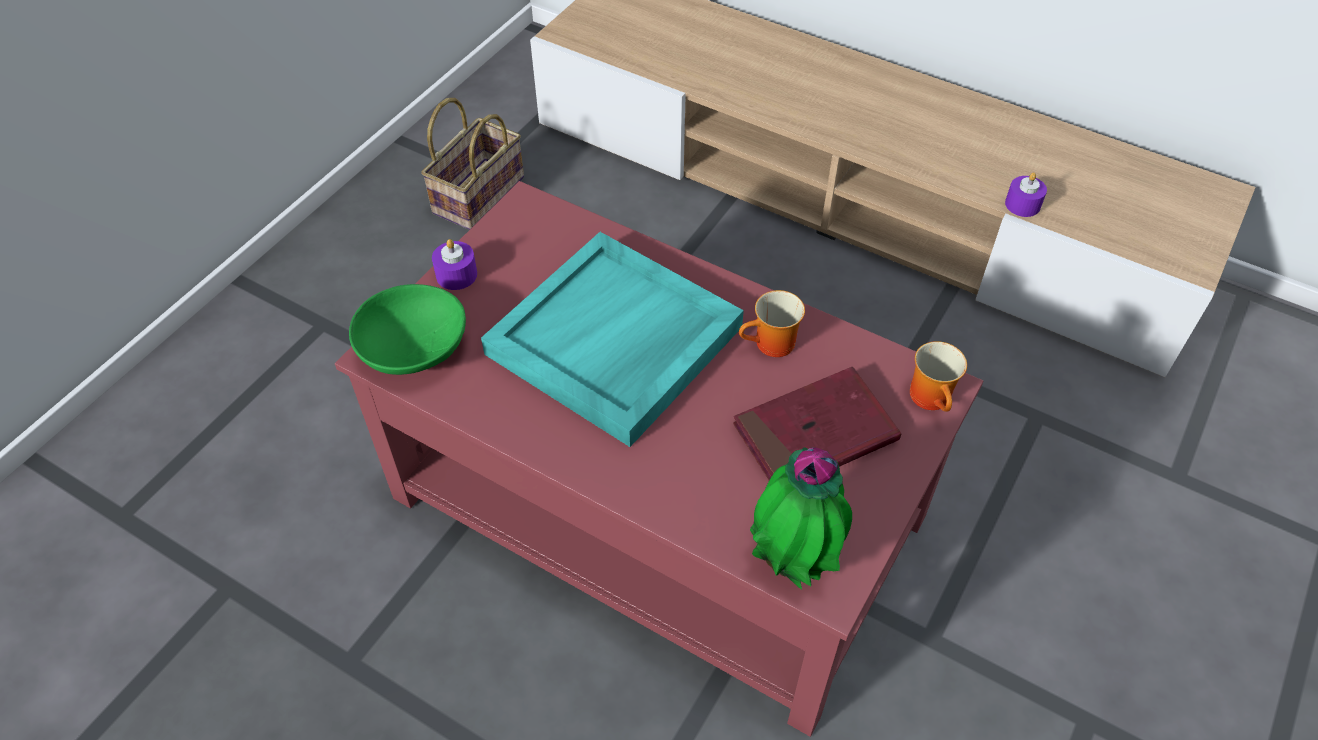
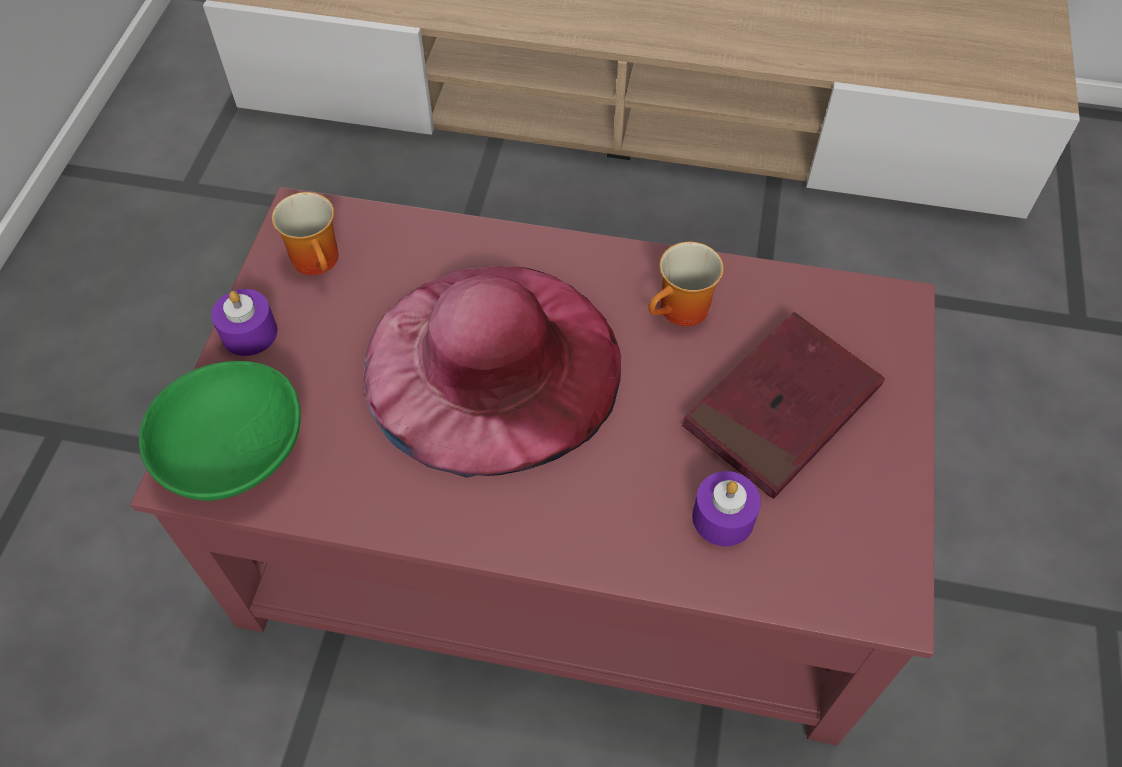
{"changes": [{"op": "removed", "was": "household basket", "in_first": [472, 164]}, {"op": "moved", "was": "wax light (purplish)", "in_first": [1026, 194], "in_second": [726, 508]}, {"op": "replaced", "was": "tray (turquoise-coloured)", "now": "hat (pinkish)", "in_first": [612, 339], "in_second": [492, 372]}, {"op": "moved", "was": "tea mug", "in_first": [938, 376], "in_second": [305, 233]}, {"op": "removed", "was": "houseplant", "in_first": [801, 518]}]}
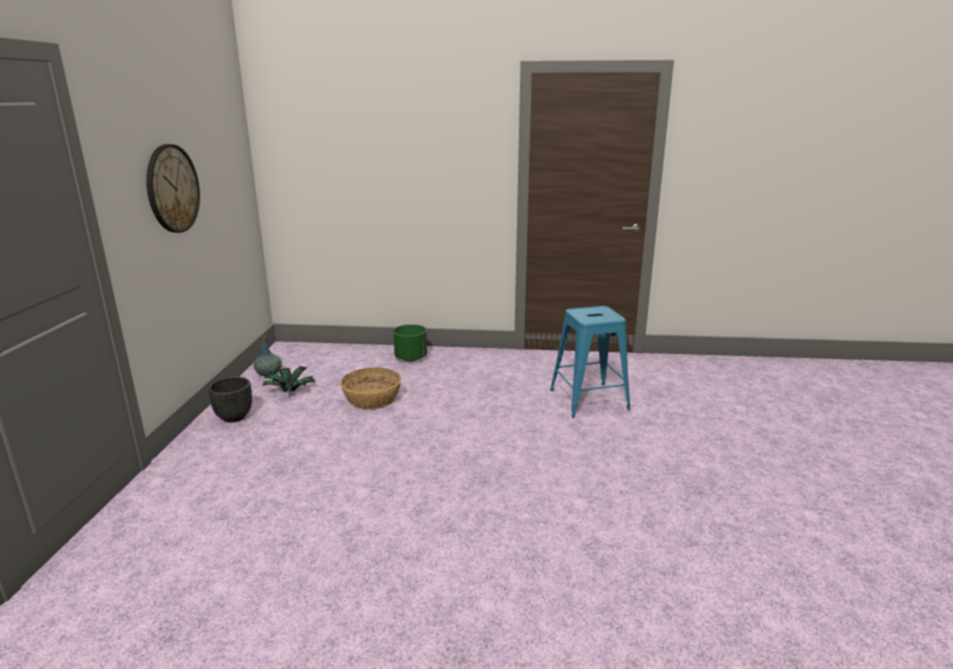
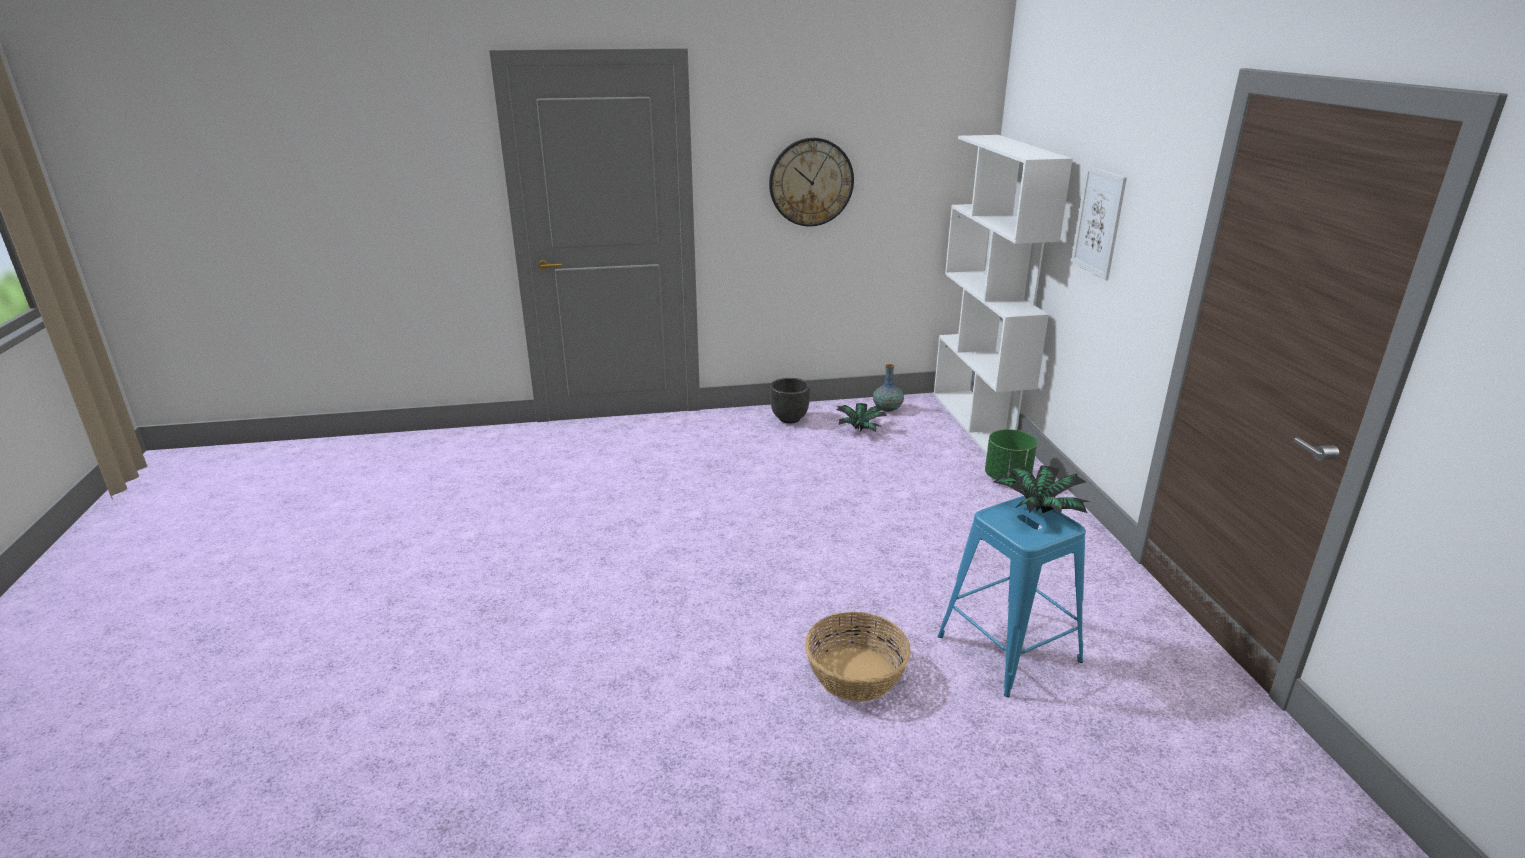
{"changes": [{"op": "moved", "was": "household basket", "in_first": [370, 389], "in_second": [858, 657]}, {"op": "added", "now": "bookcase (white)", "in_second": [1003, 295]}, {"op": "added", "now": "picture", "in_second": [1099, 223]}, {"op": "added", "now": "houseplant", "in_second": [1042, 489]}]}
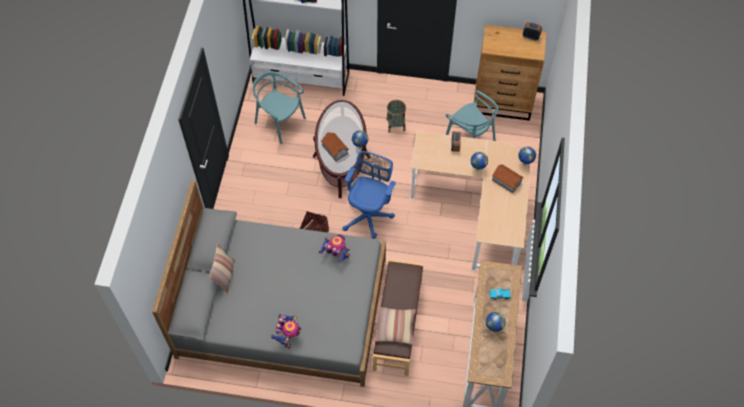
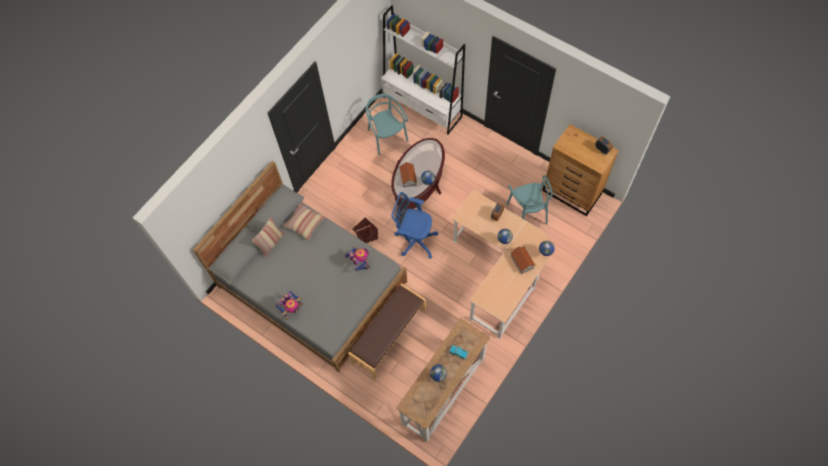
{"changes": [{"op": "removed", "was": "household basket", "in_first": [396, 116]}, {"op": "turned", "was": "computer chair (bluish)", "in_first": [369, 195], "in_second": [414, 225], "clockwise": -120}, {"op": "moved", "was": "pillow", "in_first": [395, 326], "in_second": [304, 221]}]}
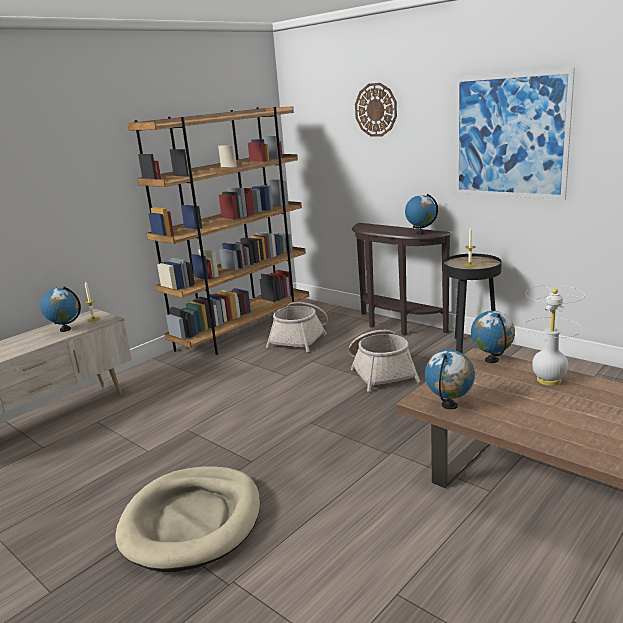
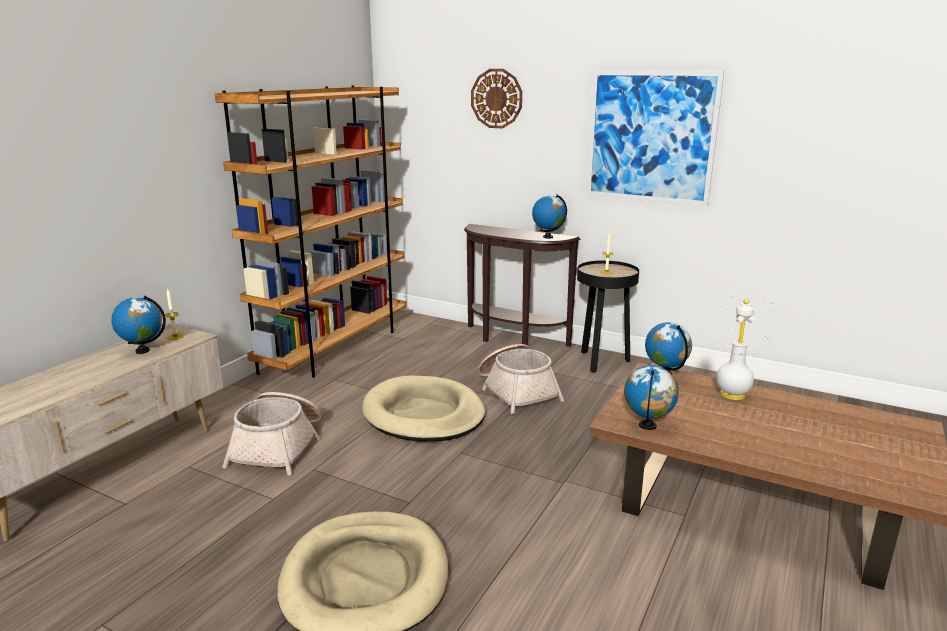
{"changes": [{"op": "moved", "was": "household basket", "in_first": [297, 327], "in_second": [271, 433]}, {"op": "added", "now": "dog bed (beige-coloured)", "in_second": [423, 408]}]}
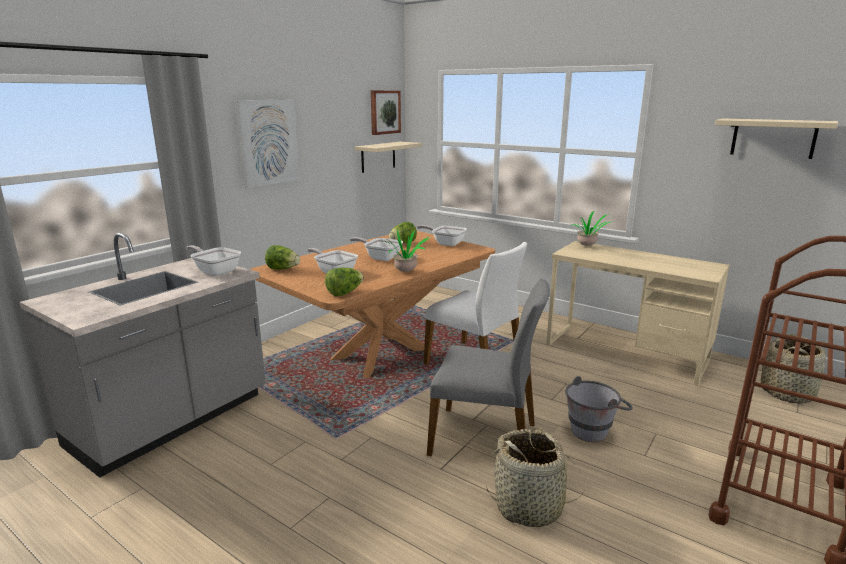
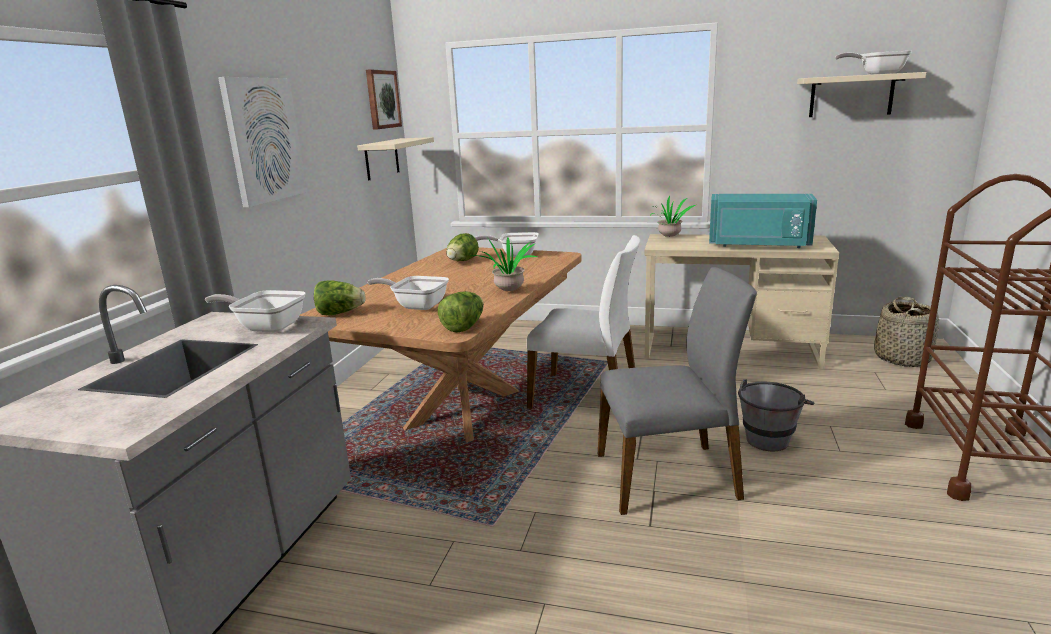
{"changes": [{"op": "moved", "was": "frying pan", "in_first": [376, 249], "in_second": [873, 62]}, {"op": "removed", "was": "household basket", "in_first": [535, 477]}, {"op": "added", "now": "microwave (turquoise-coloured)", "in_second": [763, 221]}]}
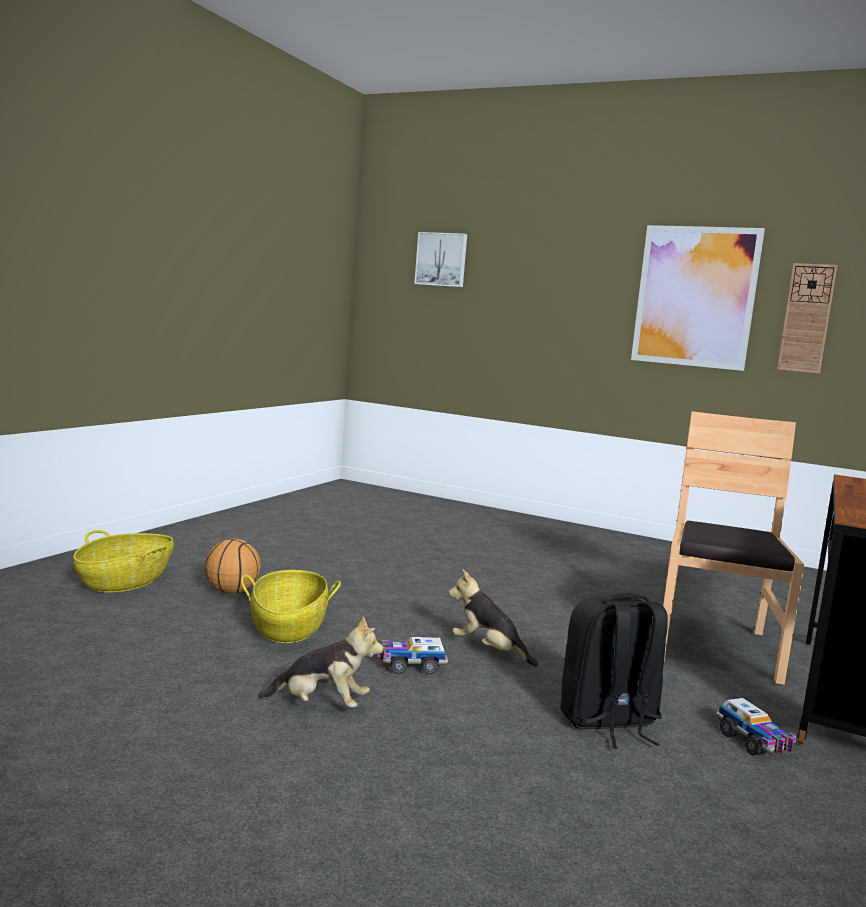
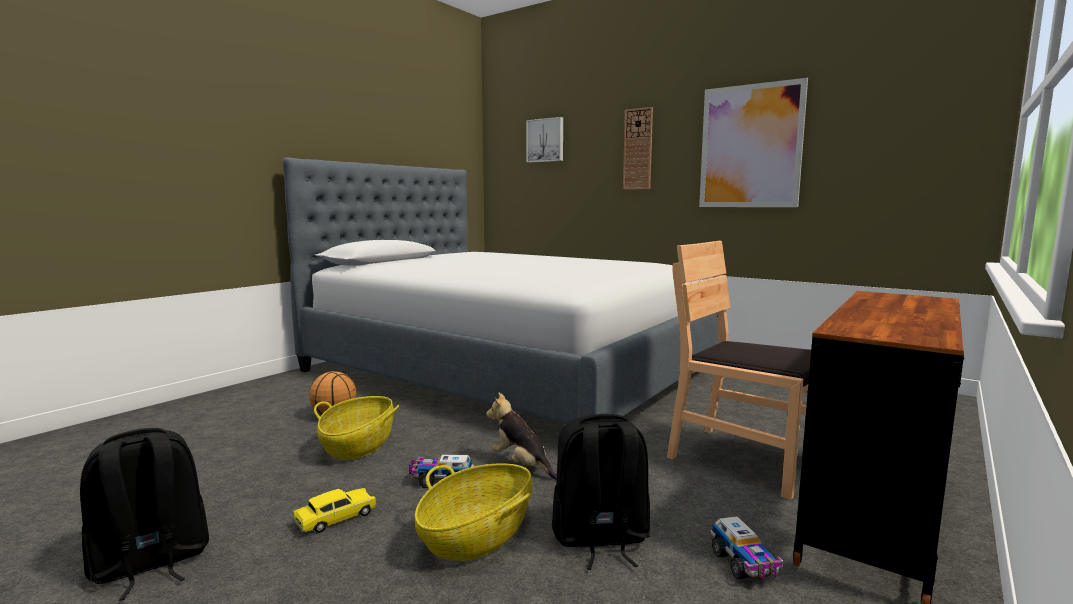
{"changes": [{"op": "moved", "was": "clock on the wall", "in_first": [807, 318], "in_second": [638, 148]}, {"op": "turned", "was": "plain chair (brownish)", "in_first": [733, 548], "in_second": [739, 370], "clockwise": -75}, {"op": "moved", "was": "household basket", "in_first": [123, 561], "in_second": [473, 512]}, {"op": "replaced", "was": "cuddly toy", "now": "miniature car (yellow)", "in_first": [320, 662], "in_second": [335, 510]}, {"op": "added", "now": "bed", "in_second": [500, 291]}, {"op": "added", "now": "knapsack (blackish)", "in_second": [144, 514]}]}
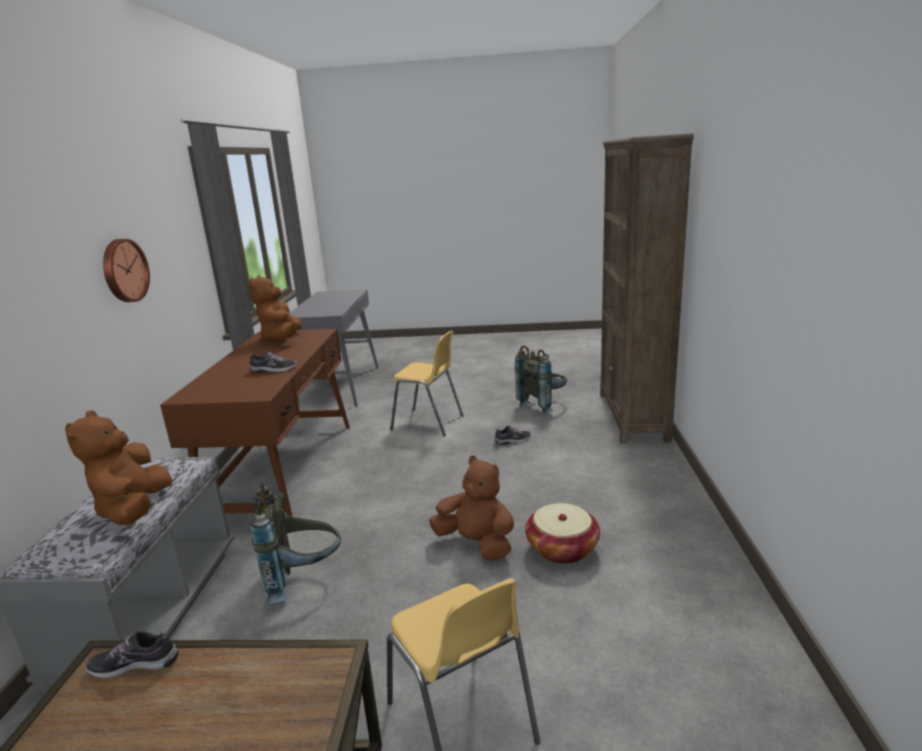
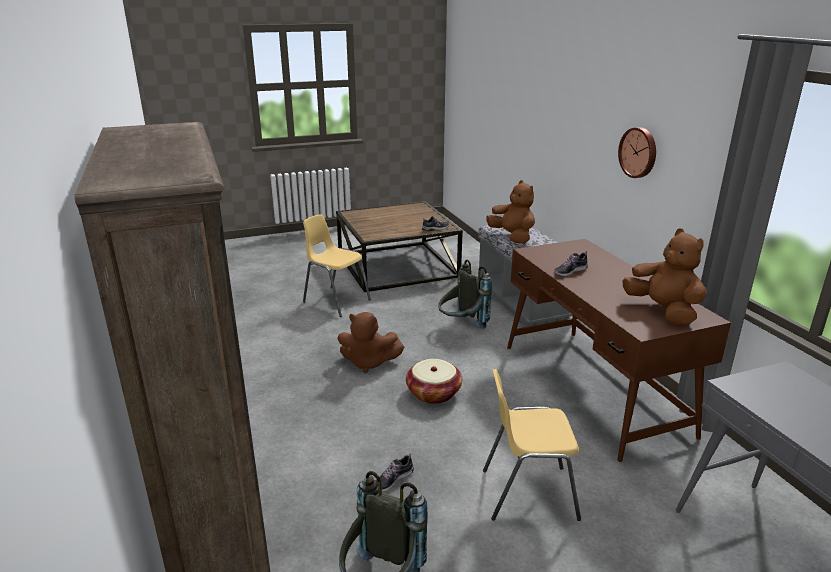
{"changes": [{"op": "moved", "was": "household basket", "in_first": [562, 533], "in_second": [434, 381]}]}
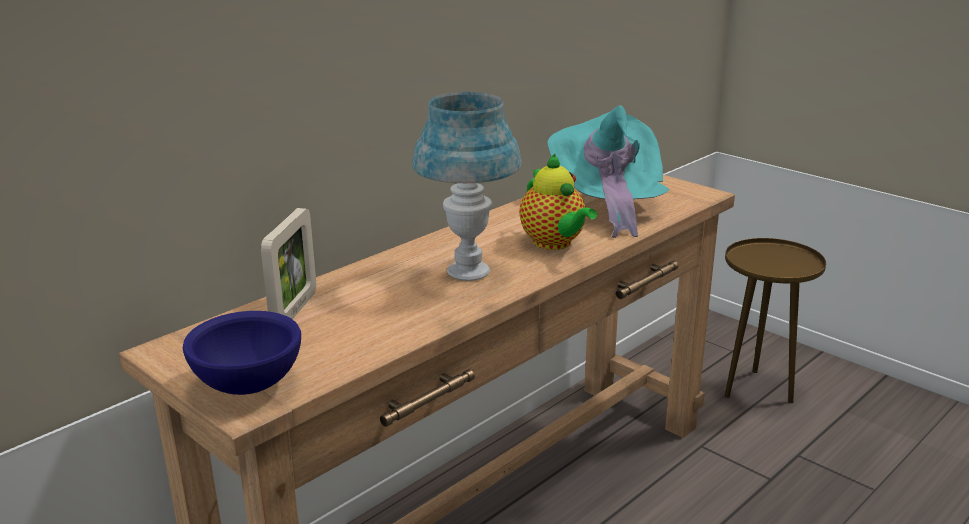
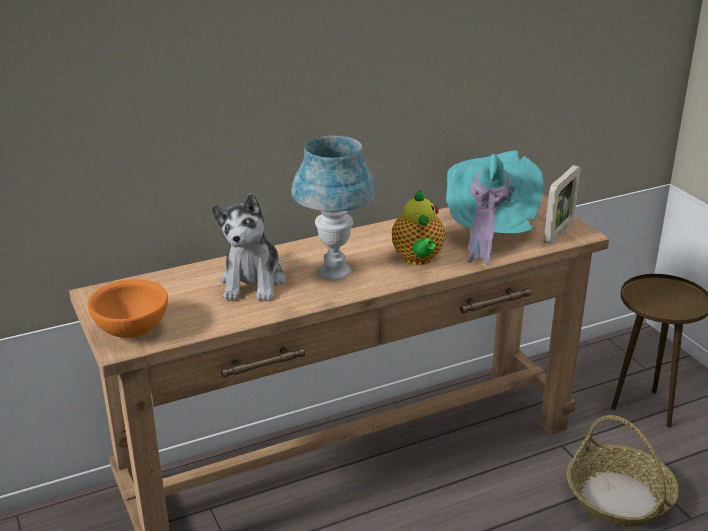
{"changes": [{"op": "moved", "was": "photo frame", "in_first": [288, 263], "in_second": [562, 205]}, {"op": "recoloured", "was": "serving bowl (bluish)", "now": "serving bowl (orange-coloured)", "in_first": [242, 353], "in_second": [127, 308]}, {"op": "added", "now": "cuddly toy", "in_second": [249, 247]}, {"op": "added", "now": "household basket", "in_second": [623, 471]}]}
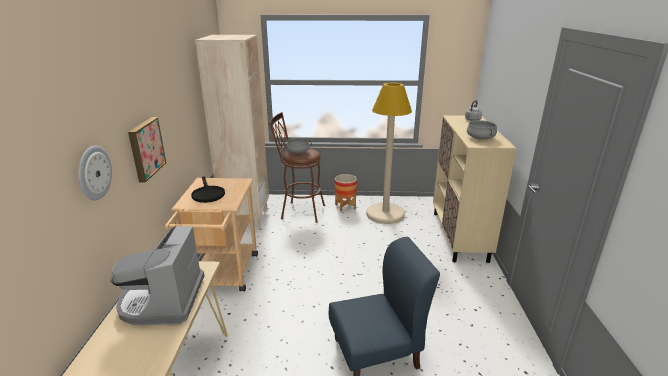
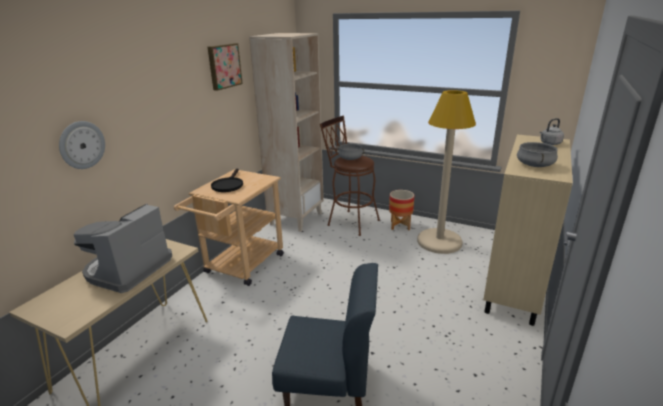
{"changes": [{"op": "moved", "was": "picture", "in_first": [147, 150], "in_second": [225, 67]}]}
